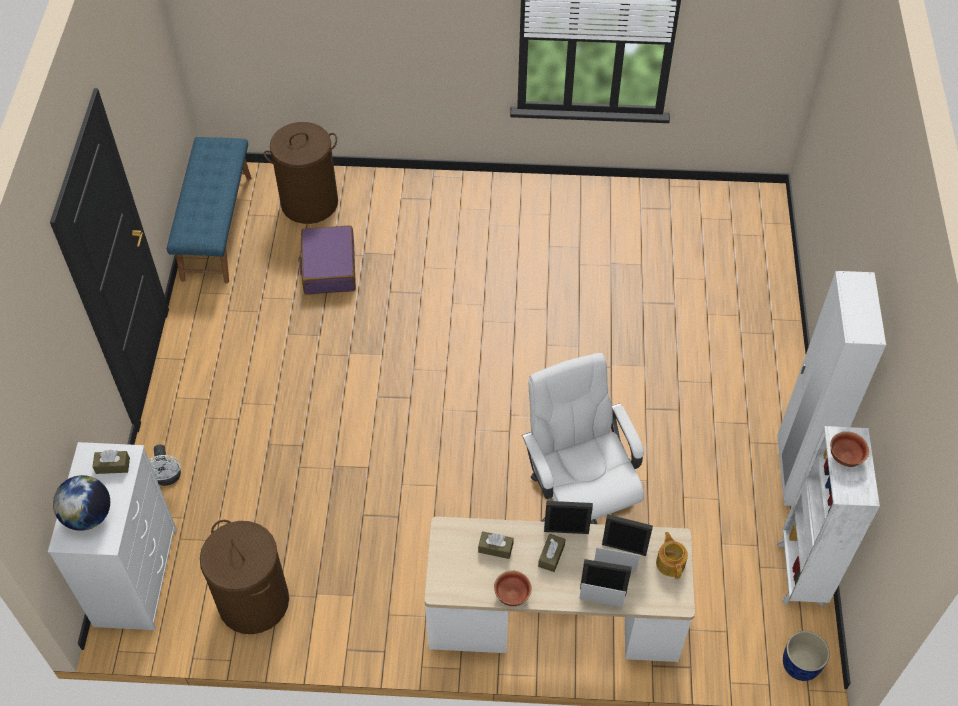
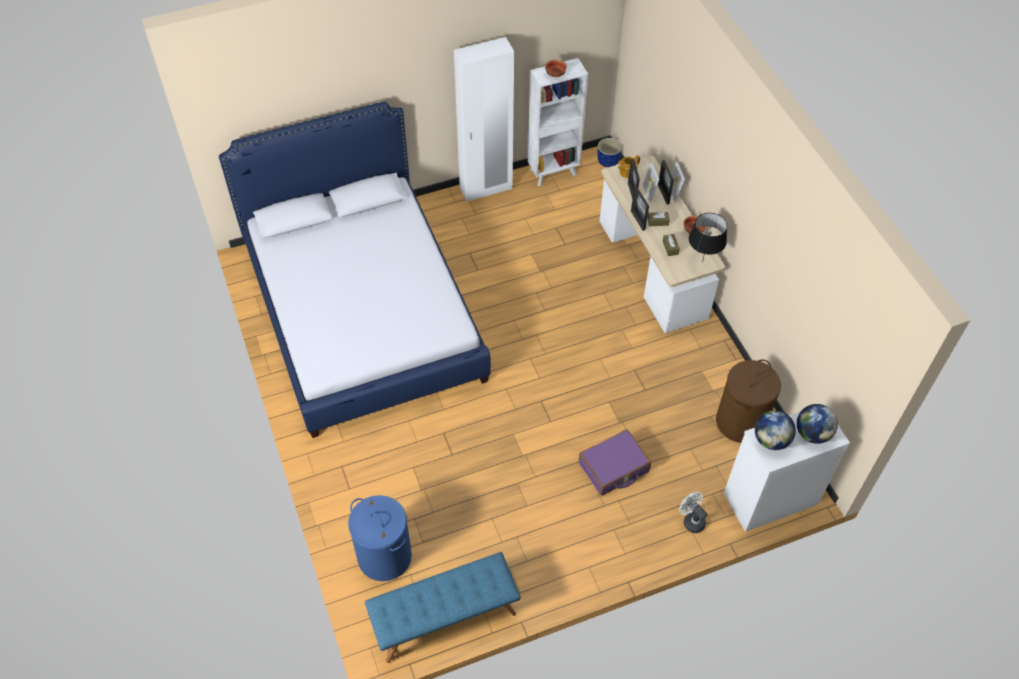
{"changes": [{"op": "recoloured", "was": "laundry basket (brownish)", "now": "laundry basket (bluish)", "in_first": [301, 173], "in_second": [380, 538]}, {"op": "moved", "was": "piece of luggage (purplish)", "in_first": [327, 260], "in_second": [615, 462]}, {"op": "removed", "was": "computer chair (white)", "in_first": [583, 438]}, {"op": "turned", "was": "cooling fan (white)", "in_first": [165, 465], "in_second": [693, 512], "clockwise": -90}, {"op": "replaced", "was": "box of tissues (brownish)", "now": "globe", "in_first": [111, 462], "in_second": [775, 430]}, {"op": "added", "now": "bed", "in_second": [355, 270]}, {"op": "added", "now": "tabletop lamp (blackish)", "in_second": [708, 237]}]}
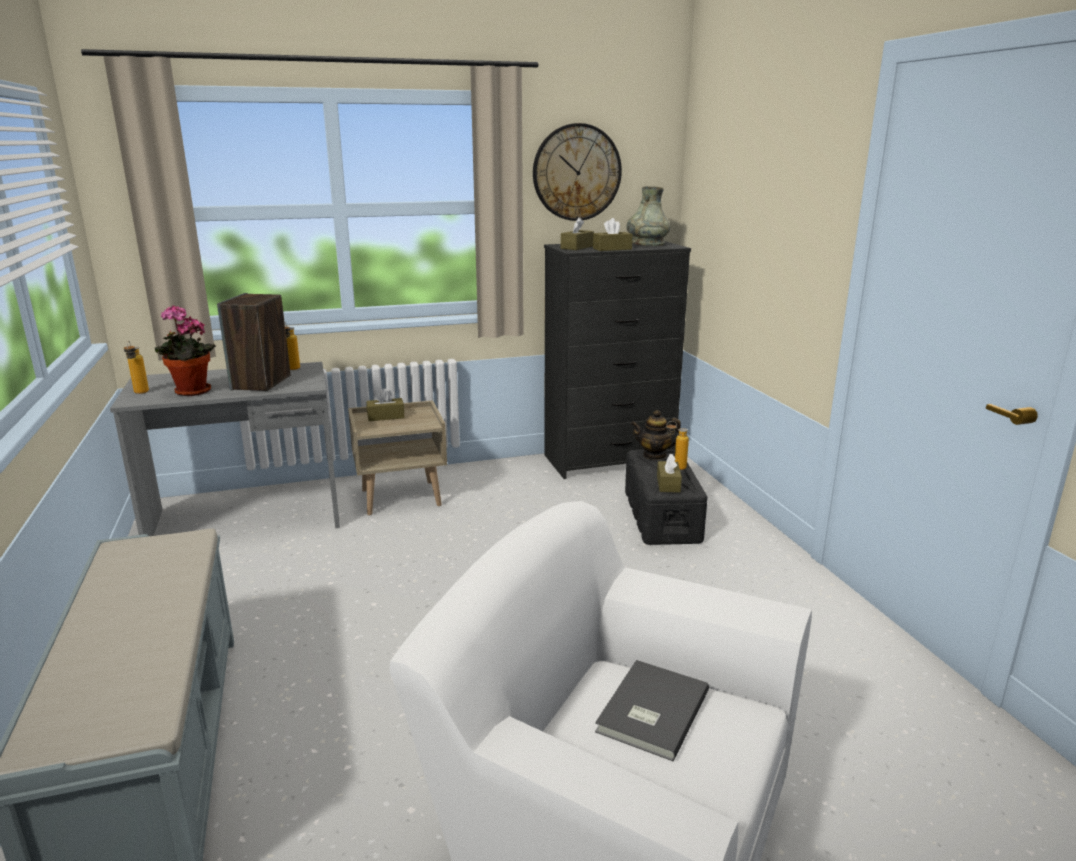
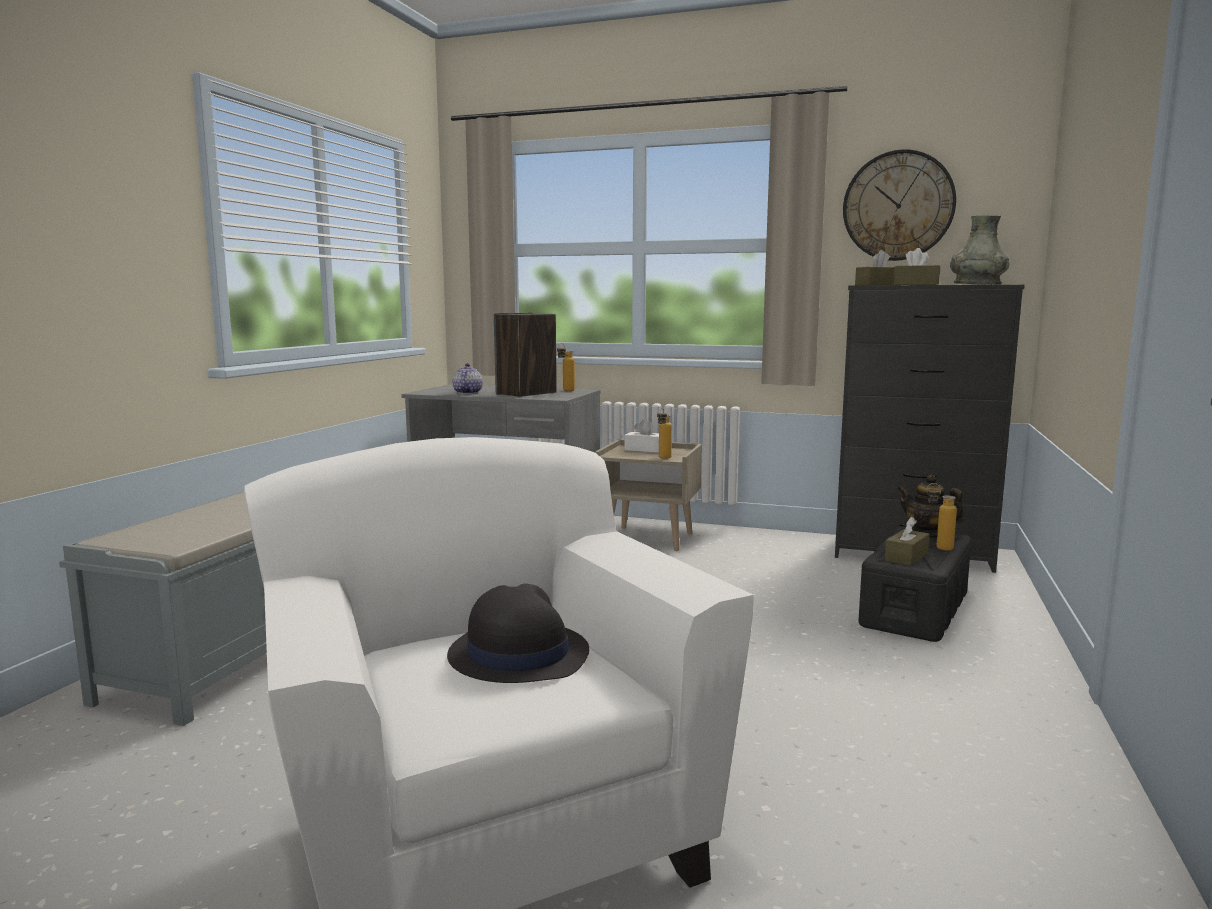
{"changes": [{"op": "replaced", "was": "houseplant", "now": "teapot", "in_first": [185, 350], "in_second": [467, 378]}, {"op": "moved", "was": "beverage bottle", "in_first": [136, 367], "in_second": [664, 433]}, {"op": "recoloured", "was": "box of tissues (brownish)", "now": "box of tissues (white)", "in_first": [385, 404], "in_second": [642, 436]}, {"op": "replaced", "was": "volume (grey)", "now": "hat (blackish)", "in_first": [652, 710], "in_second": [518, 633]}]}
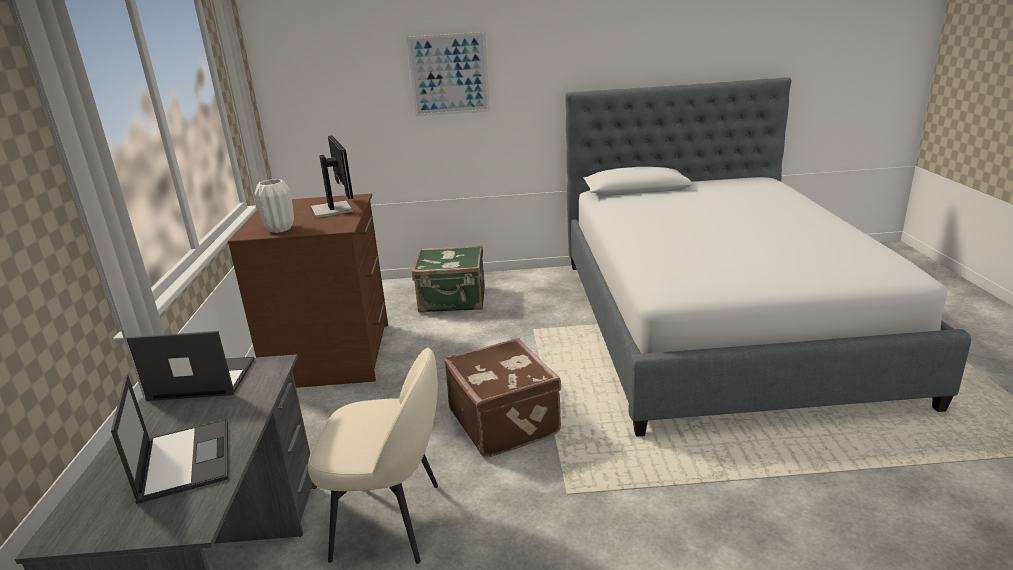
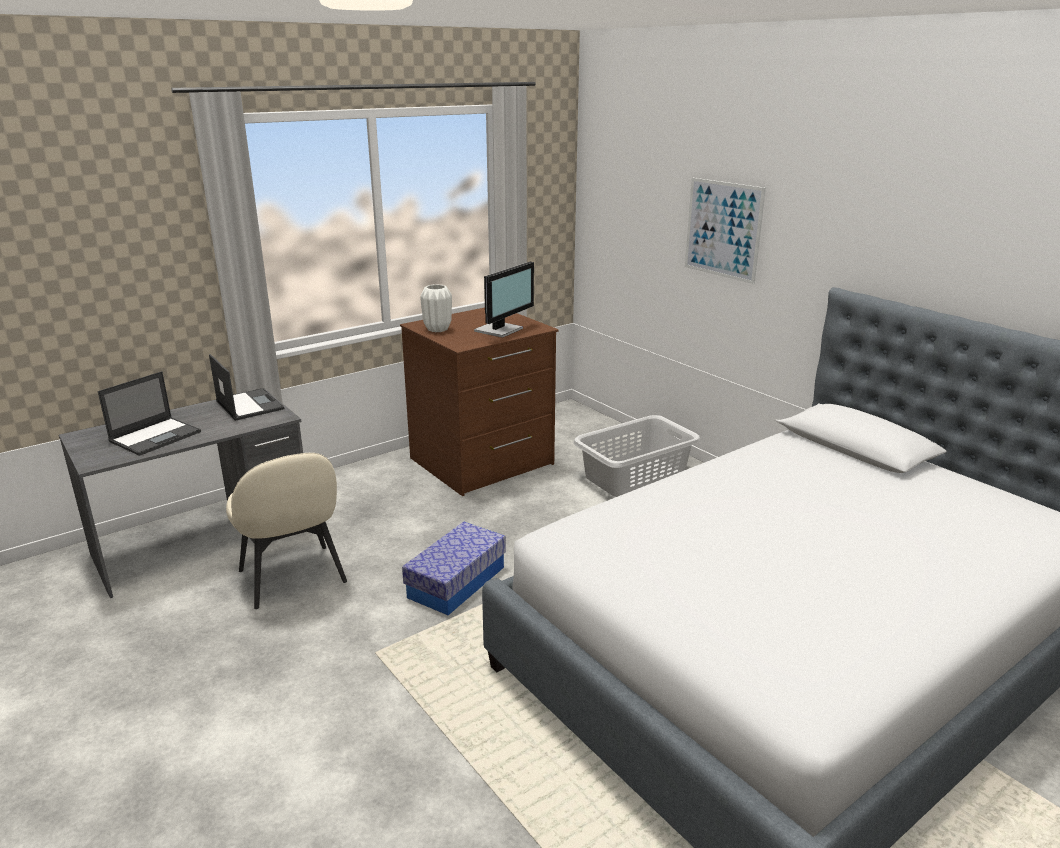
{"changes": [{"op": "replaced", "was": "piece of luggage (green-coloured)", "now": "laundry basket (grey)", "in_first": [448, 279], "in_second": [636, 456]}, {"op": "replaced", "was": "piece of luggage (brownish)", "now": "storage bin", "in_first": [502, 398], "in_second": [454, 568]}]}
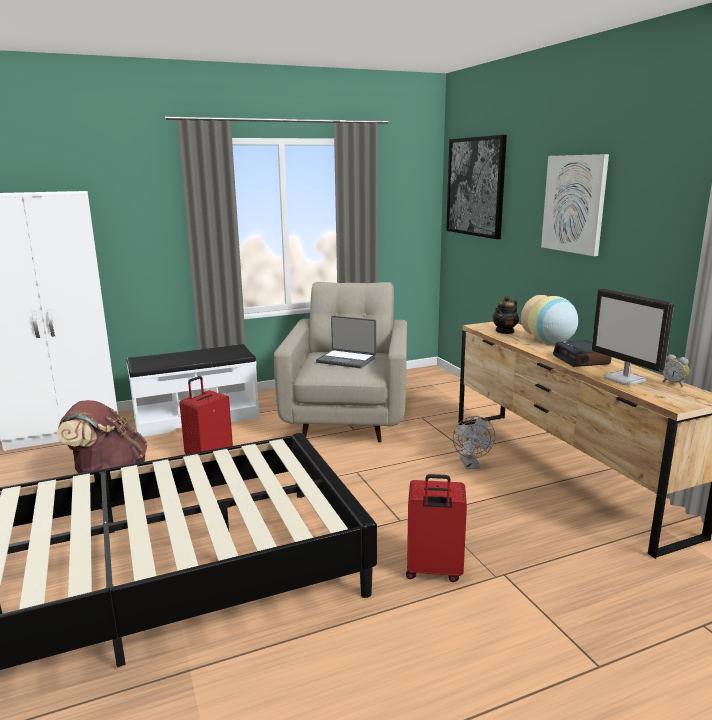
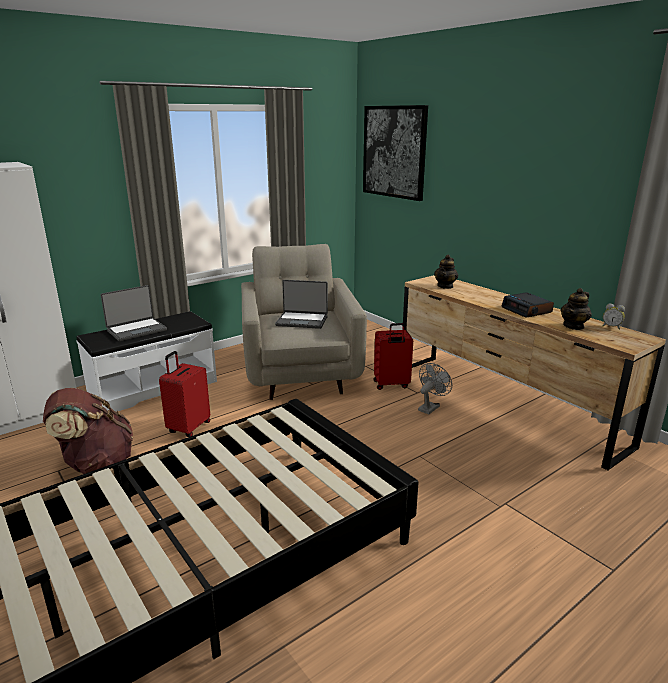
{"changes": [{"op": "removed", "was": "picture", "in_first": [575, 205]}, {"op": "replaced", "was": "computer display", "now": "teapot", "in_first": [633, 336], "in_second": [576, 309]}, {"op": "removed", "was": "decorative vase", "in_first": [549, 319]}, {"op": "turned", "was": "cooling fan (grey)", "in_first": [474, 442], "in_second": [435, 388], "clockwise": -120}, {"op": "moved", "was": "piece of luggage (red-coloured)", "in_first": [436, 528], "in_second": [393, 356]}, {"op": "added", "now": "laptop", "in_second": [134, 313]}]}
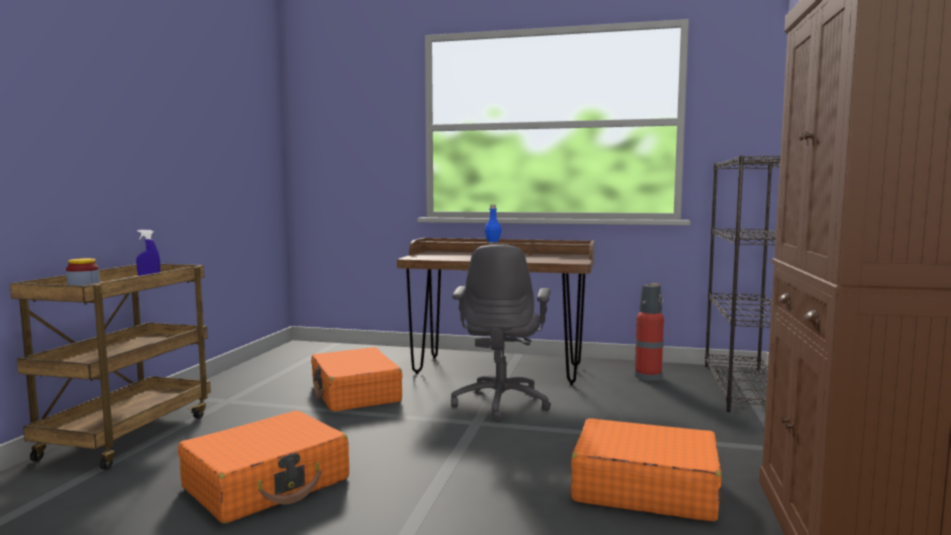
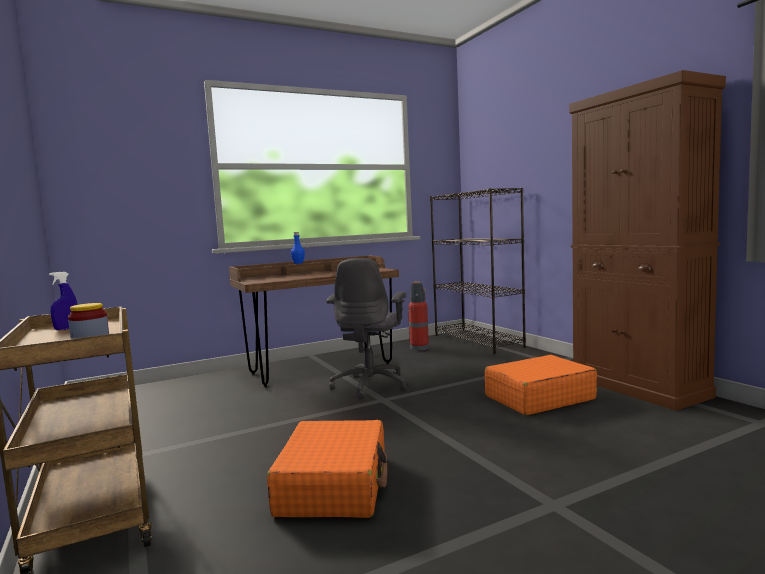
{"changes": [{"op": "turned", "was": "computer chair (grey)", "in_first": [501, 333], "in_second": [367, 328], "clockwise": 45}, {"op": "removed", "was": "piece of luggage (orange-coloured)", "in_first": [357, 379]}]}
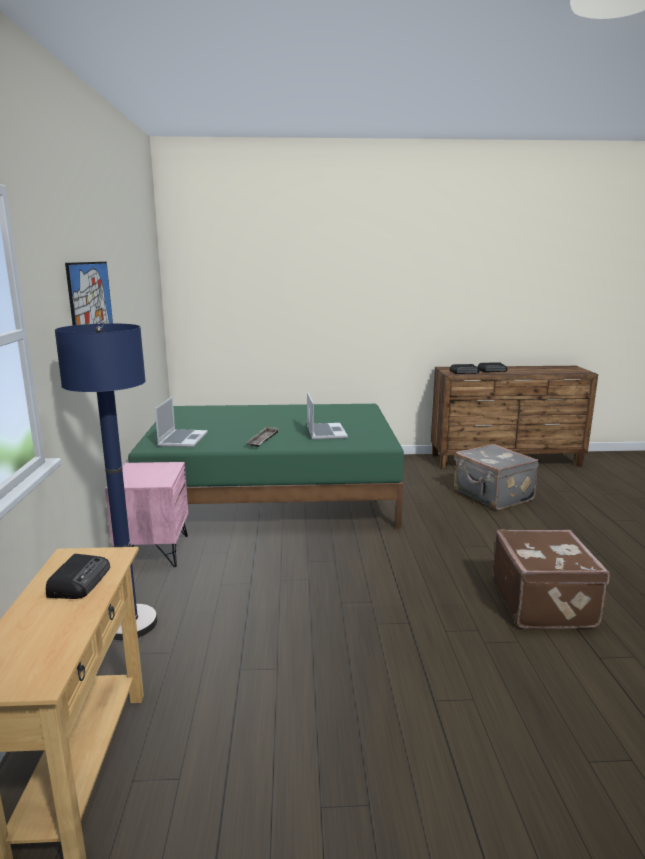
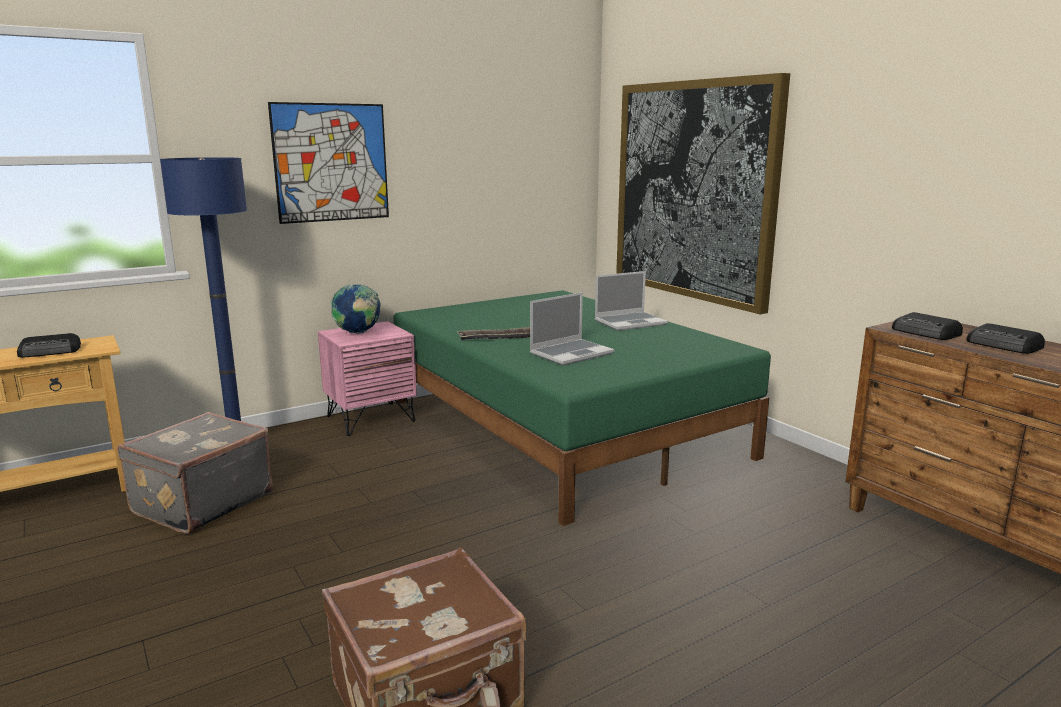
{"changes": [{"op": "moved", "was": "laptop", "in_first": [181, 422], "in_second": [631, 301]}, {"op": "moved", "was": "piece of luggage (grey)", "in_first": [496, 477], "in_second": [195, 473]}, {"op": "added", "now": "picture", "in_second": [703, 193]}, {"op": "added", "now": "globe", "in_second": [356, 309]}]}
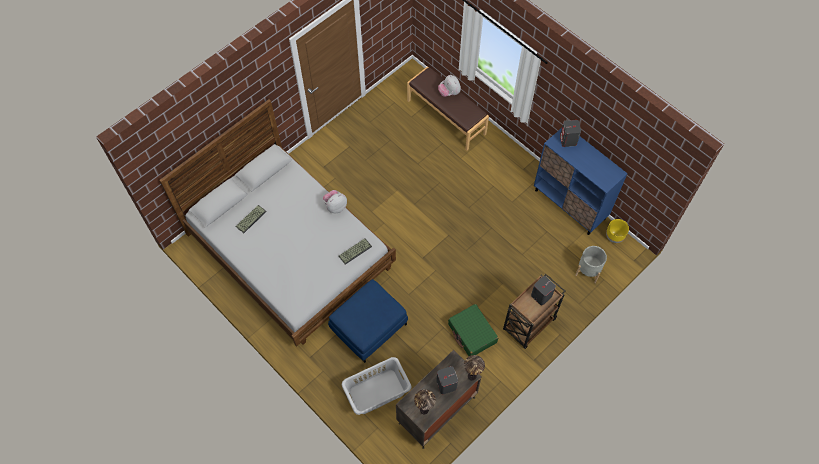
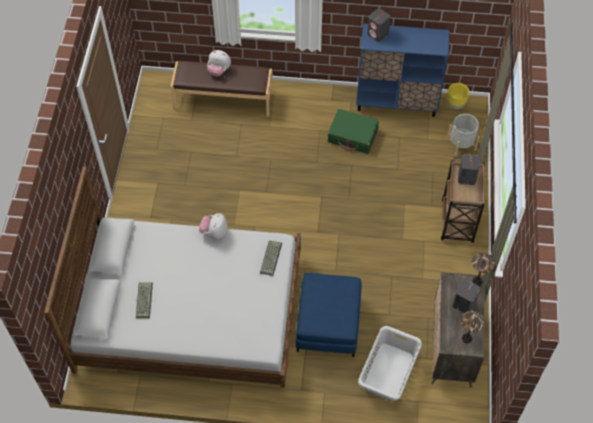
{"changes": [{"op": "moved", "was": "piece of luggage (green-coloured)", "in_first": [473, 330], "in_second": [353, 131]}]}
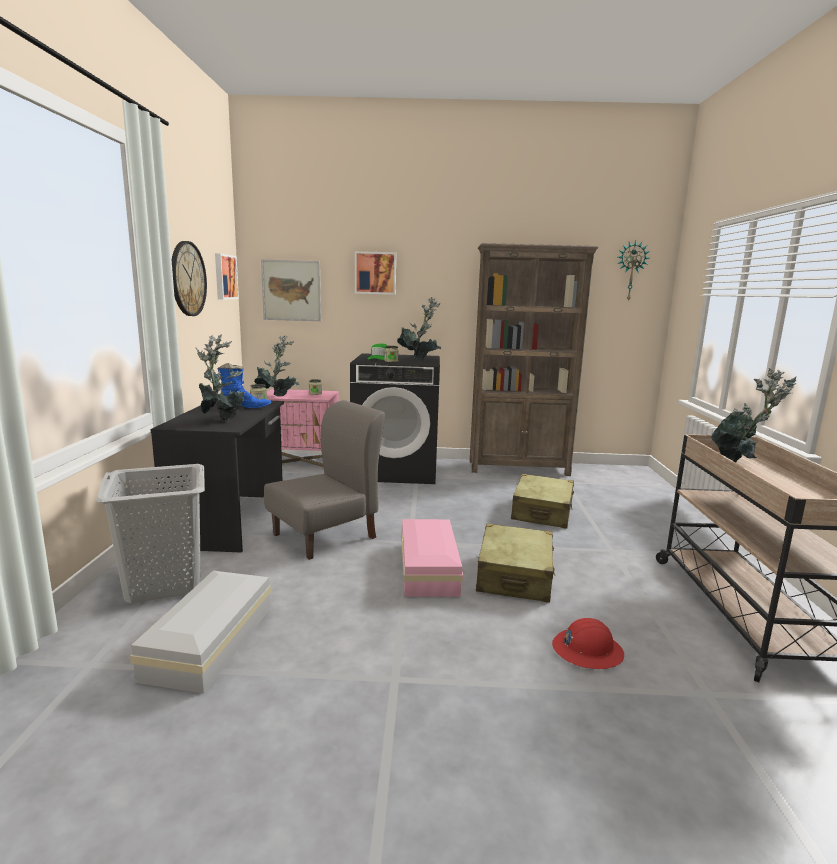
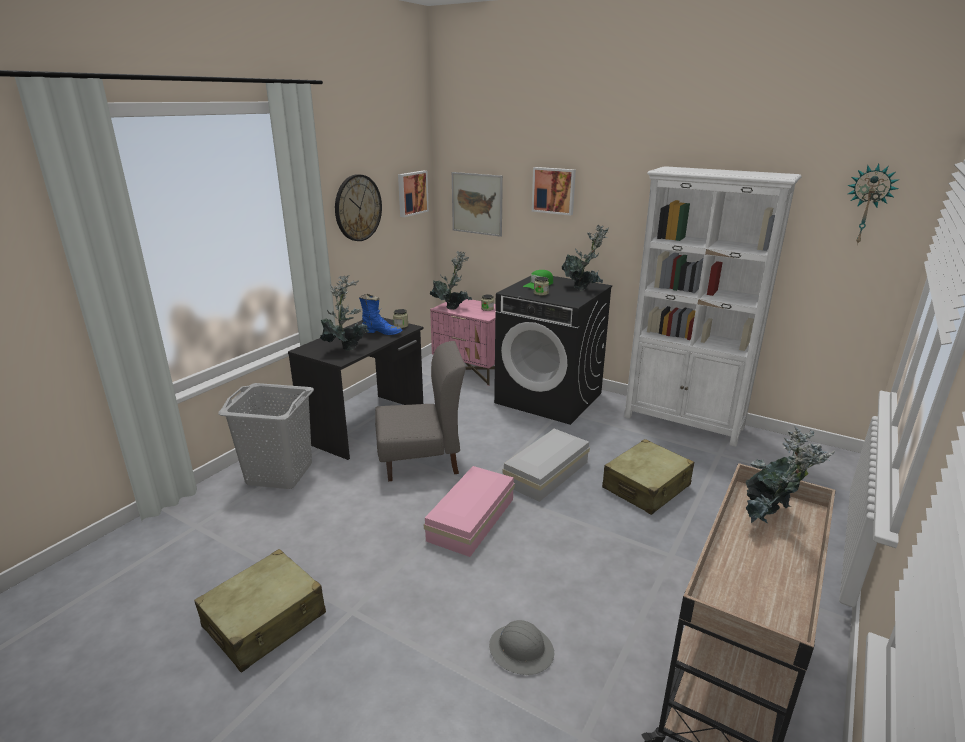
{"changes": [{"op": "recoloured", "was": "bookcase (brownish)", "now": "bookcase (white)", "in_first": [534, 359], "in_second": [712, 306]}, {"op": "moved", "was": "piece of luggage (beige-coloured)", "in_first": [516, 563], "in_second": [260, 610]}, {"op": "moved", "was": "storage bin (white)", "in_first": [200, 632], "in_second": [546, 465]}, {"op": "recoloured", "was": "work helmet (red-coloured)", "now": "work helmet (grey)", "in_first": [588, 643], "in_second": [522, 647]}]}
